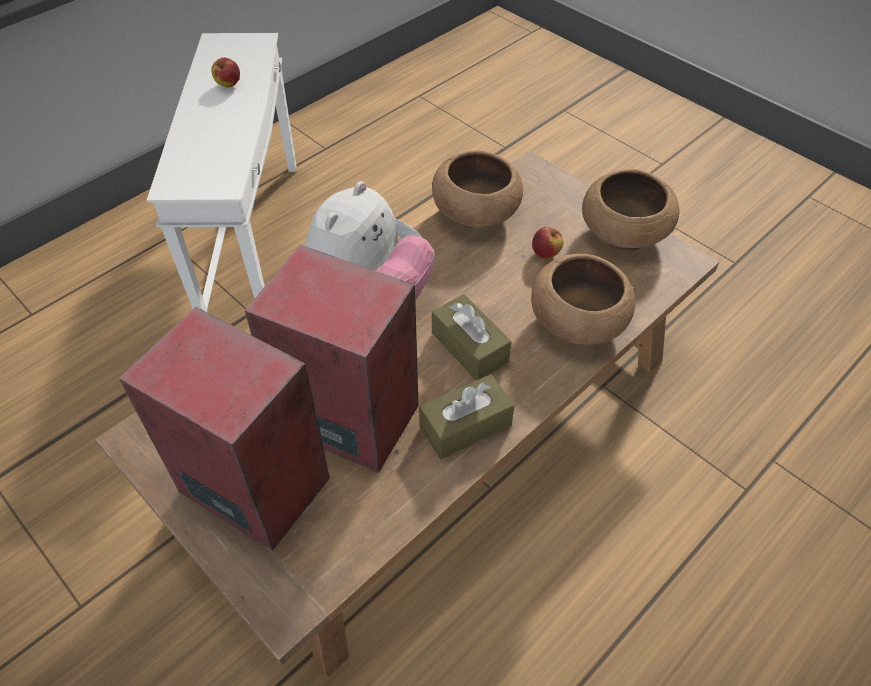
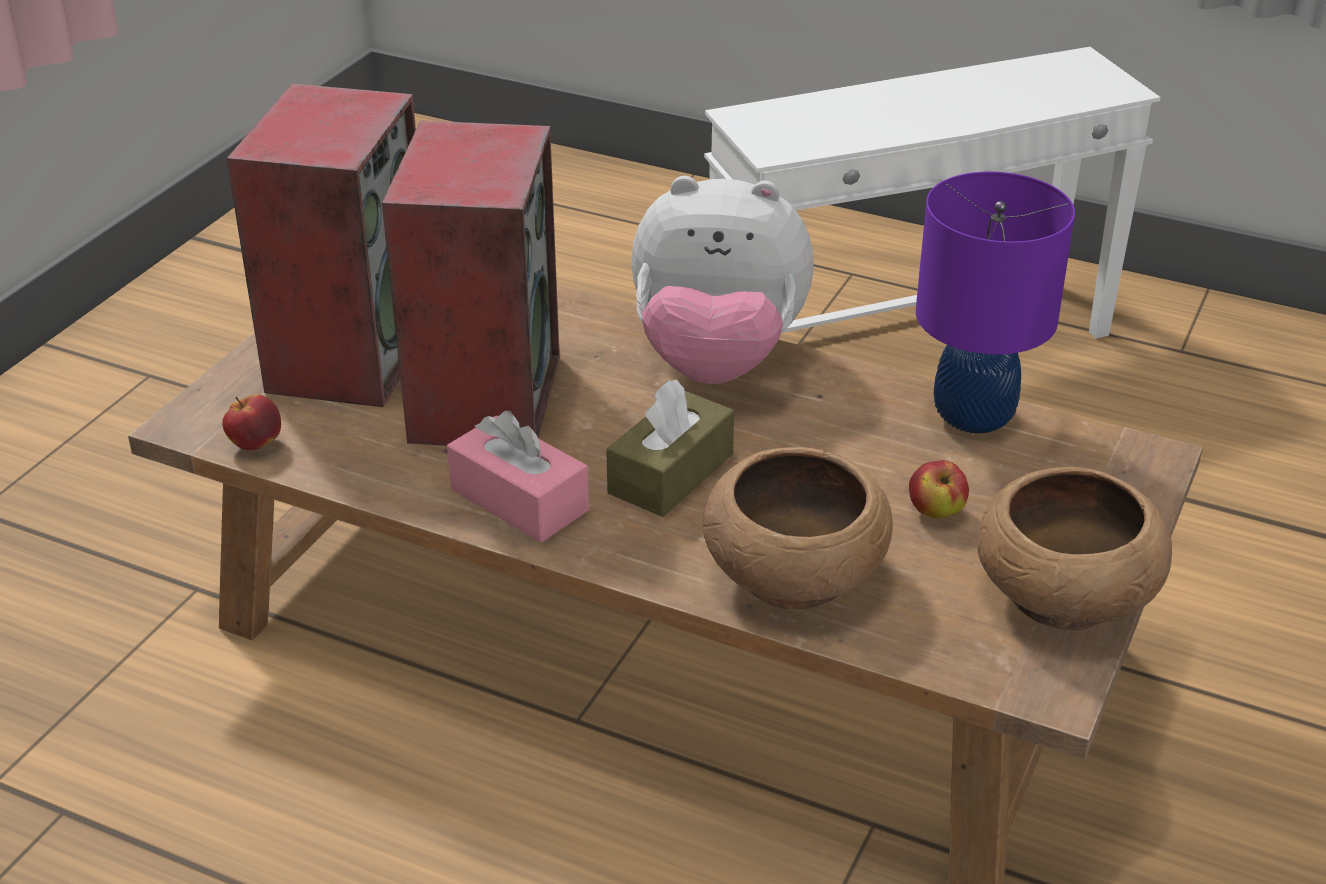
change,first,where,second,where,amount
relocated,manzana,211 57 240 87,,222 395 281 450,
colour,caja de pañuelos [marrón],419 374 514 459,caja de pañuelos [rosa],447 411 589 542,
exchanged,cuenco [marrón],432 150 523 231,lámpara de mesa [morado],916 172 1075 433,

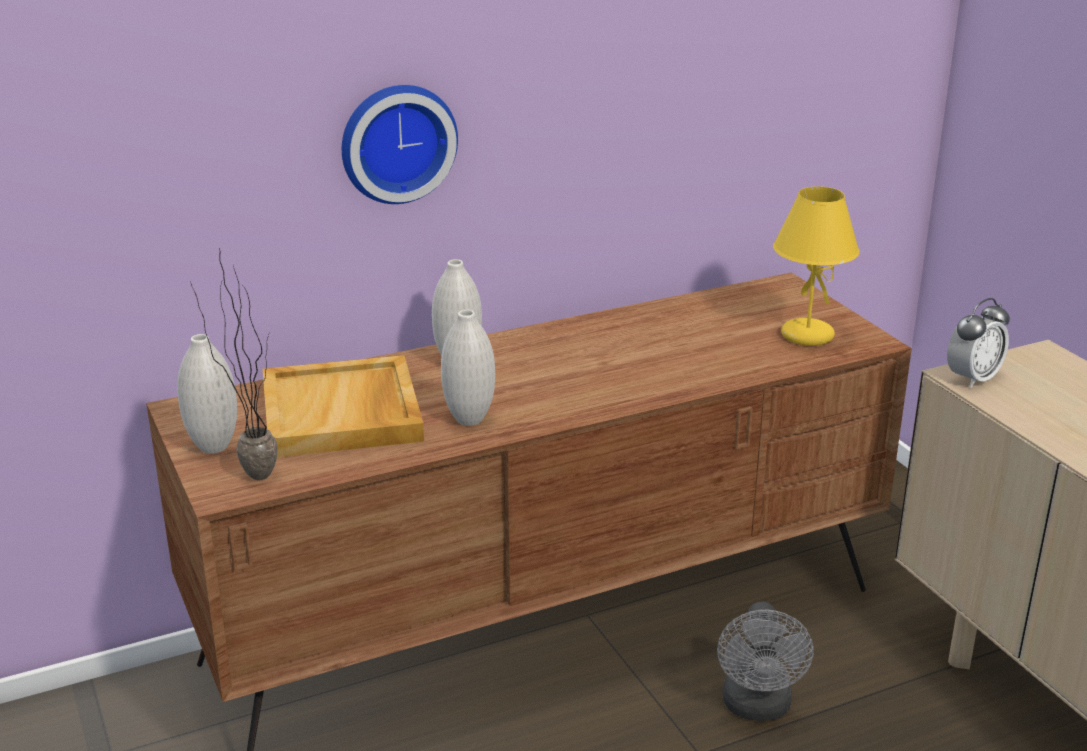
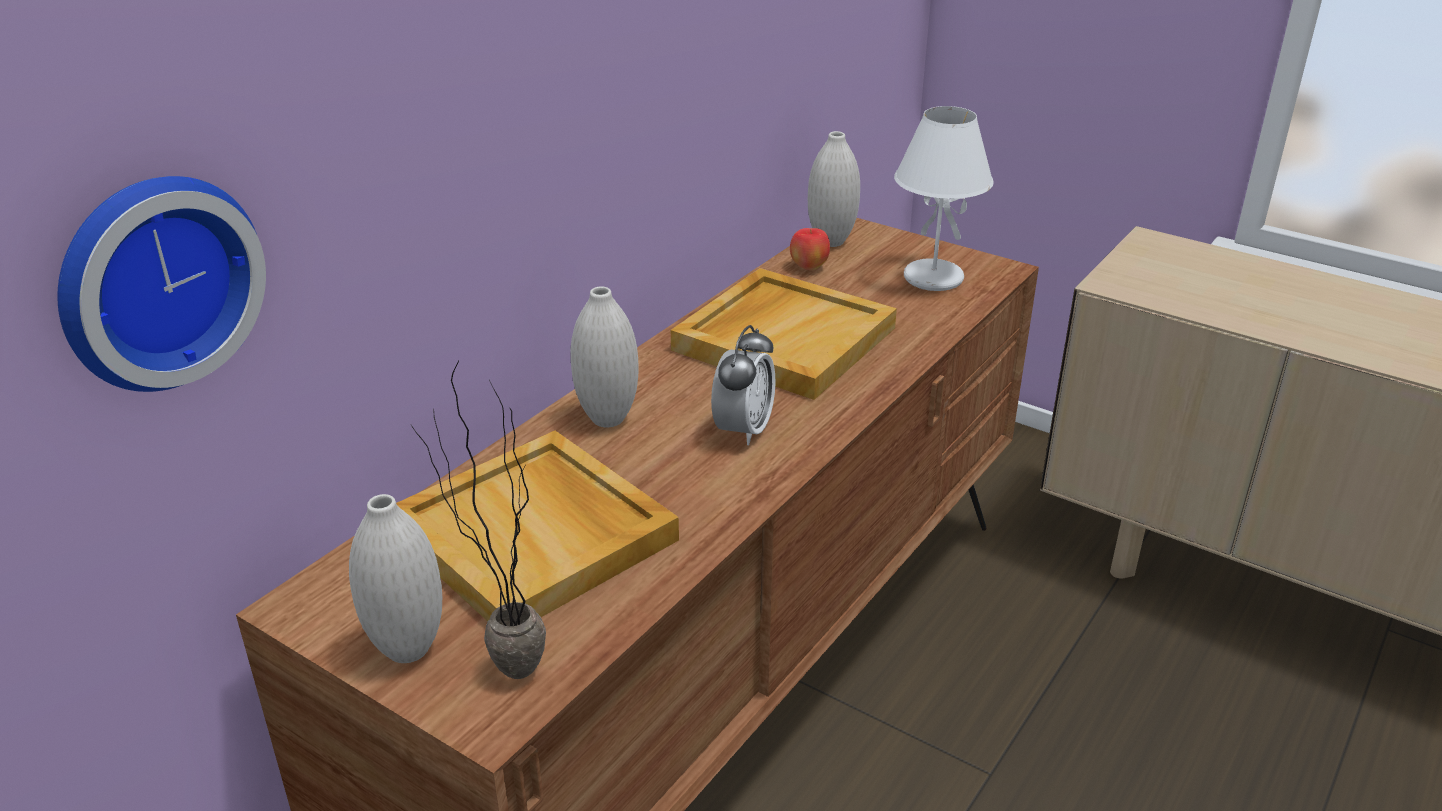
change,first,where,second,where,amount
relocated,reloj de pared,342 85 458 204,,58 176 266 392,
appeared,,,bandeja [beis],671 268 897 400,
relocated,despertador,947 298 1010 388,,711 325 775 445,
appeared,,,manzana,790 228 830 270,
relocated,florero [blanco],441 310 495 426,,808 131 860 247,
colour,lámpara de mesa [amarillo],773 186 860 346,lámpara de mesa [blanco],894 106 994 291,
missing,ventilador [gris],717 602 814 721,,,

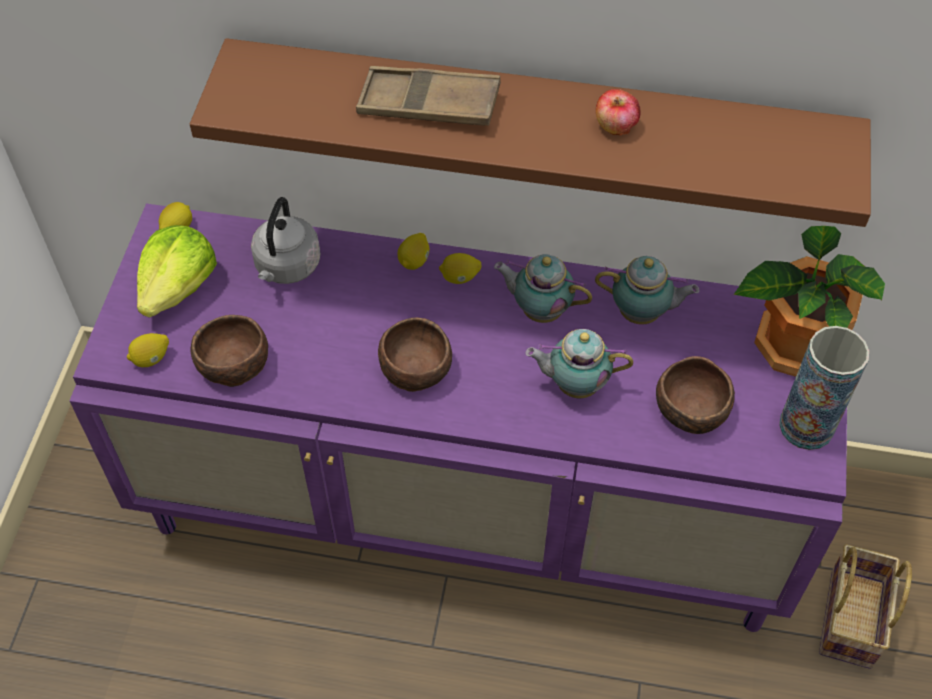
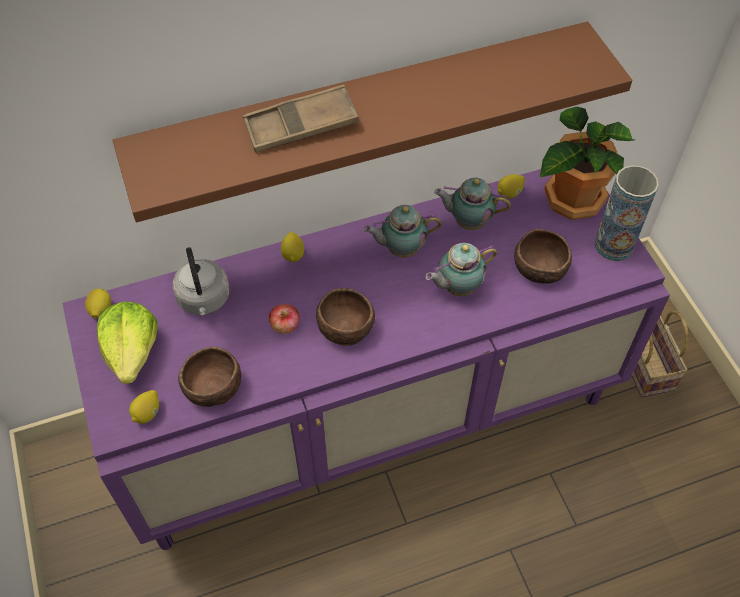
change,first,where,second,where,amount
relocated,manzana,596 89 641 135,,269 304 300 334,
spun,tetera,595 256 700 325,,434 178 511 230,150 degrees counterclockwise
relocated,limón,439 253 481 284,,498 174 525 199,

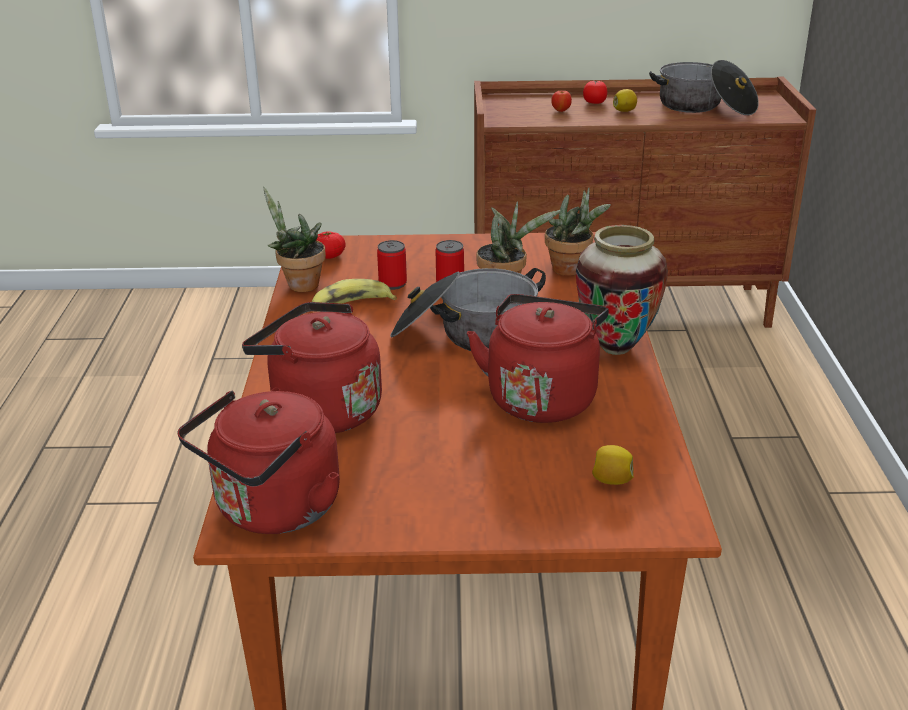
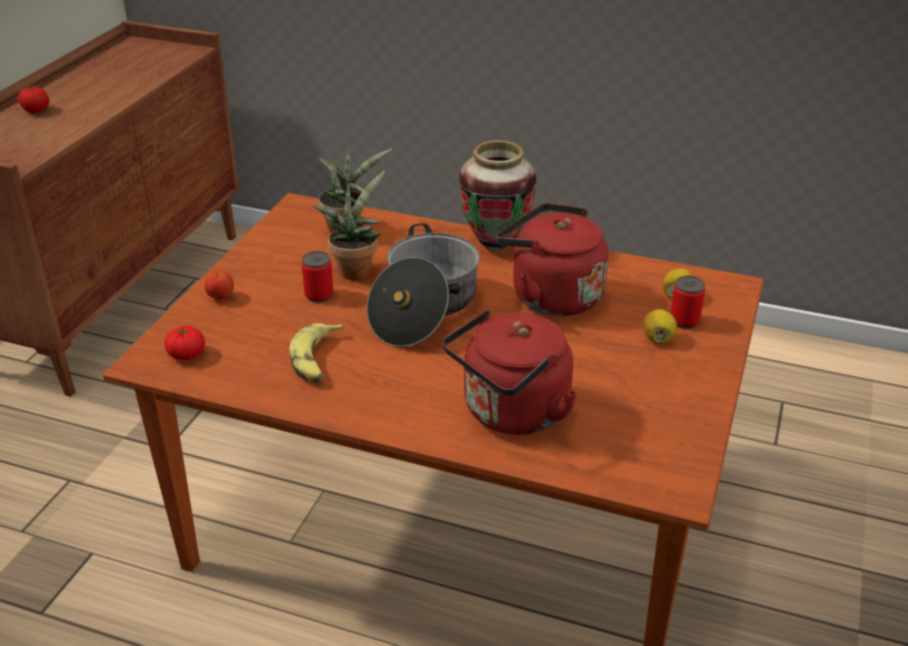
change,first,where,second,where,amount
relocated,manzana,551 91 572 112,,205 271 234 300,
relocated,limón,613 89 637 112,,643 309 677 344,
relocated,lata,377 240 407 290,,670 276 705 329,
missing,hervidor [rojo],178 390 340 534,,,
missing,planta en maceta,264 186 326 292,,,
missing,olla,649 60 759 115,,,

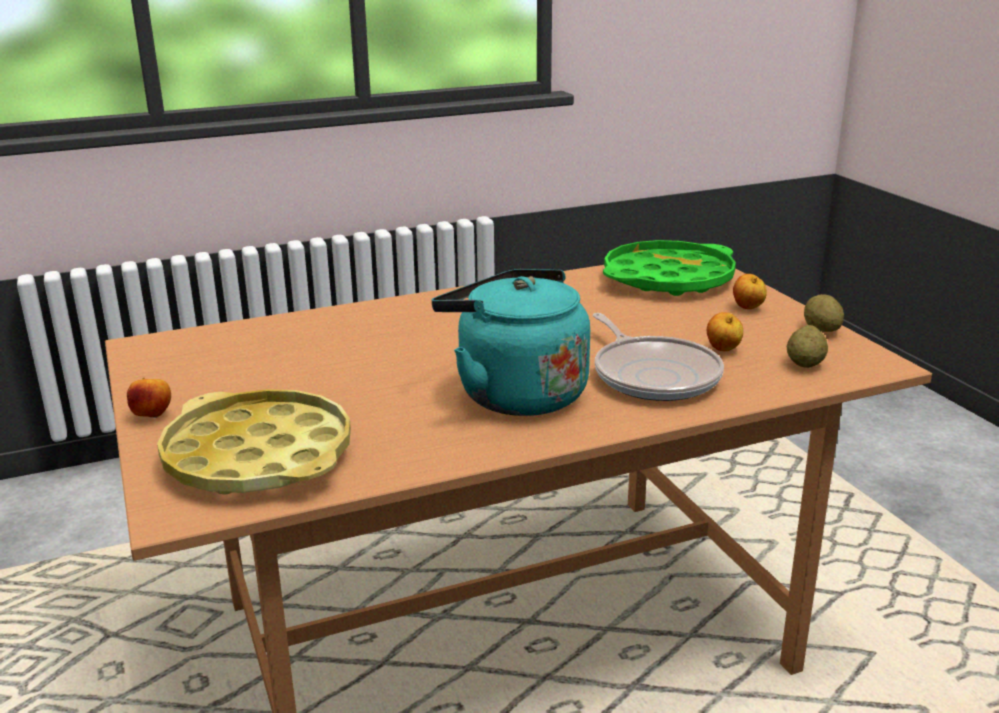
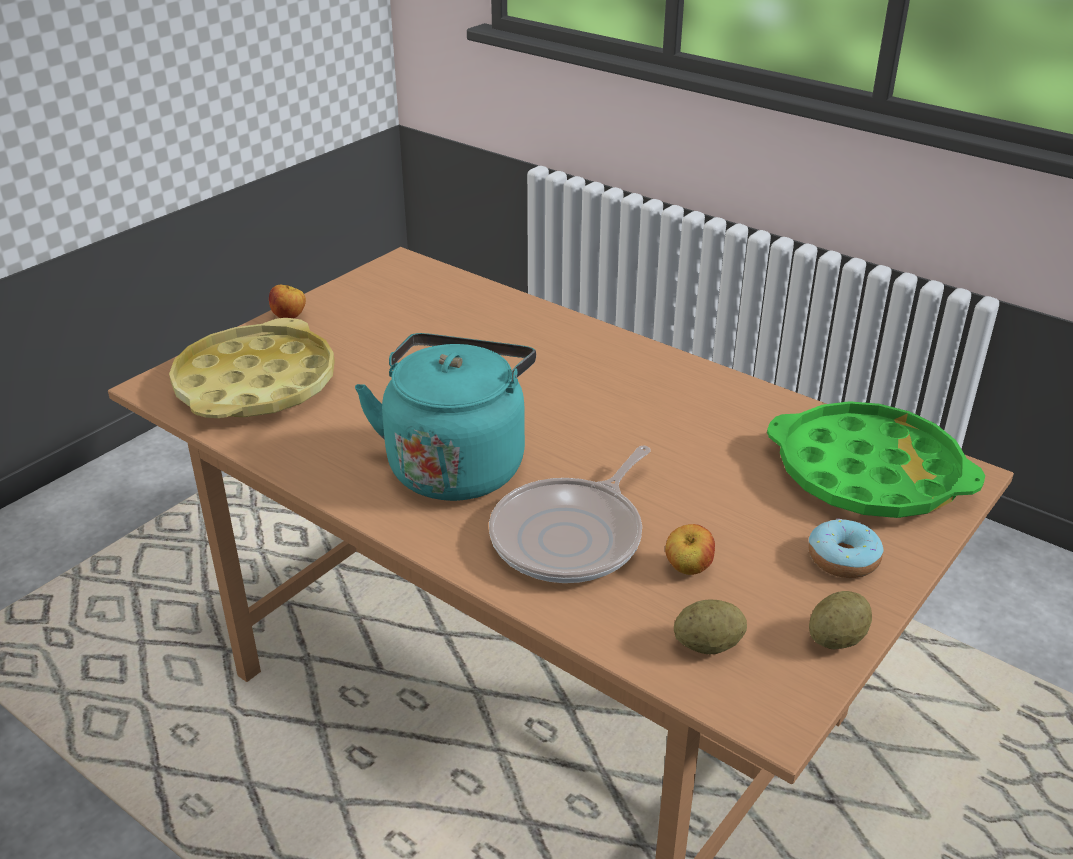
change,first,where,second,where,amount
exchanged,manzana,733 274 767 309,rosquilla,808 519 884 578,

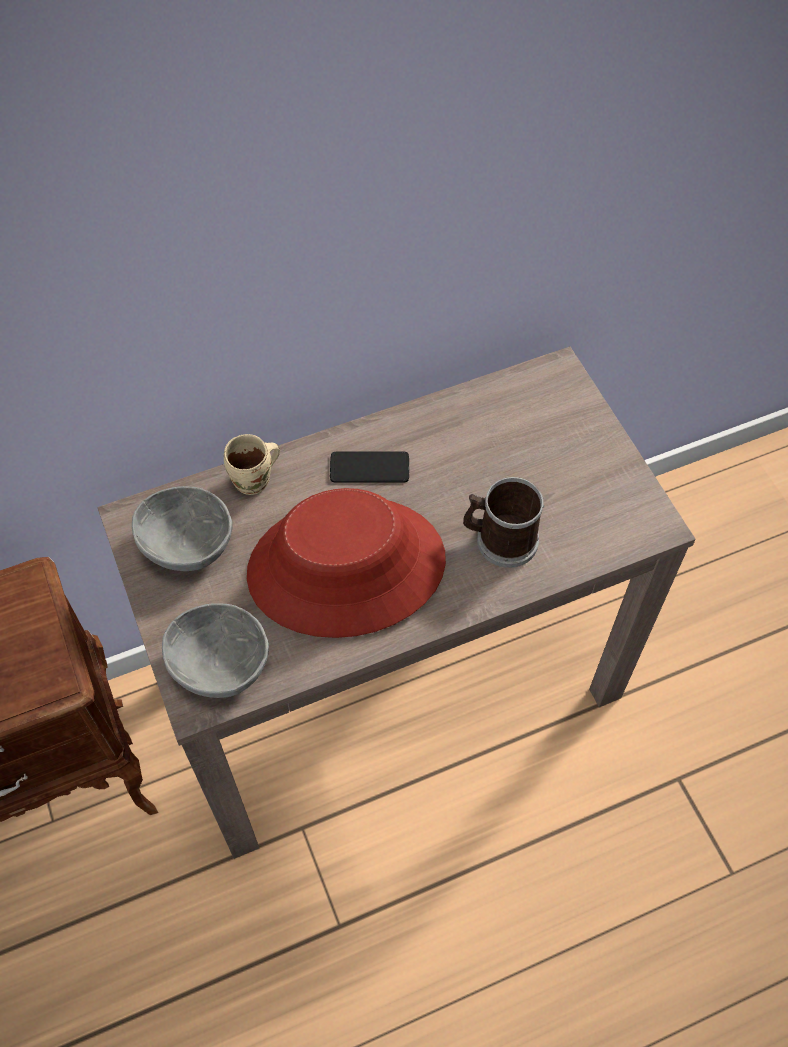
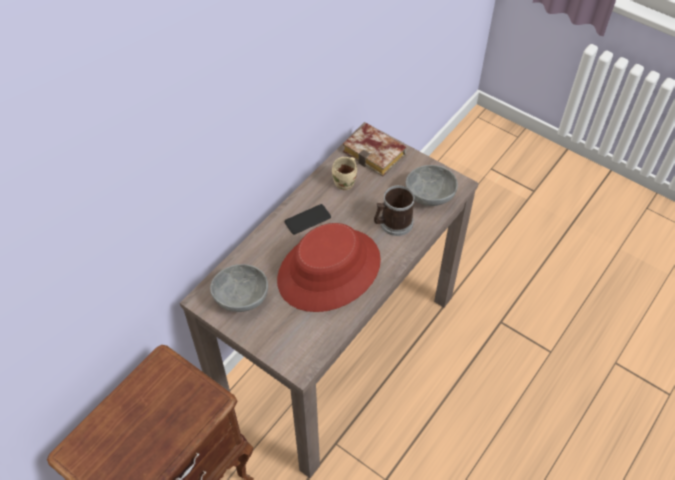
change,first,where,second,where,amount
relocated,taza grande [beis],224 434 280 495,,332 157 357 190,
appeared,,,libro,343 123 406 177,
relocated,cuenco [gris],162 603 269 698,,406 165 458 206,

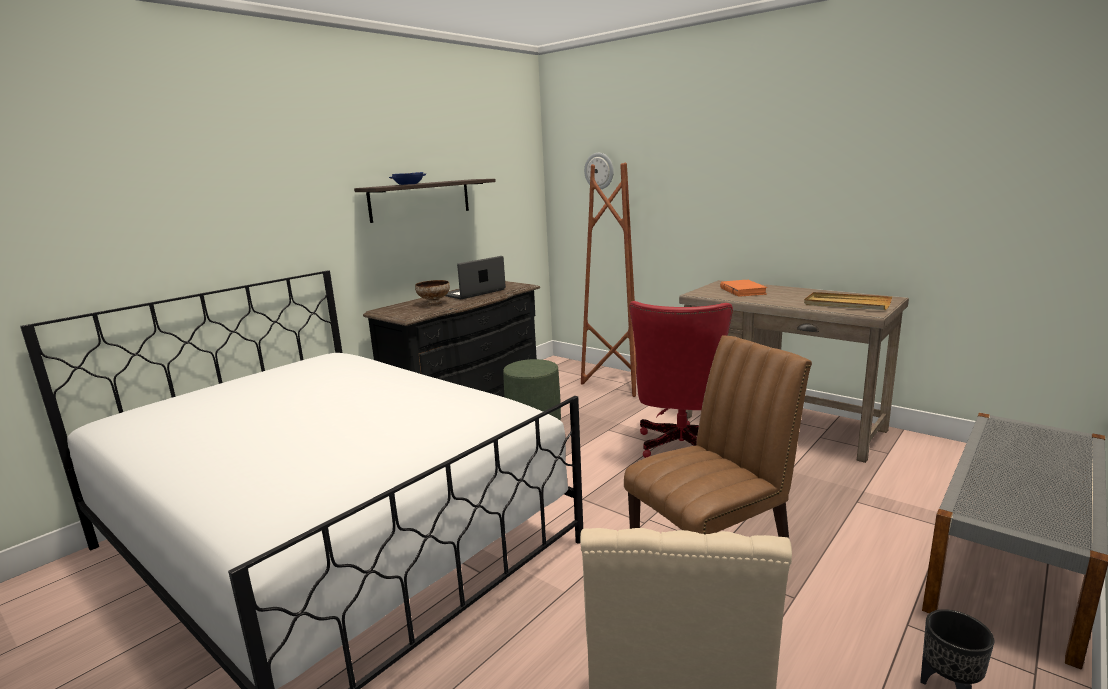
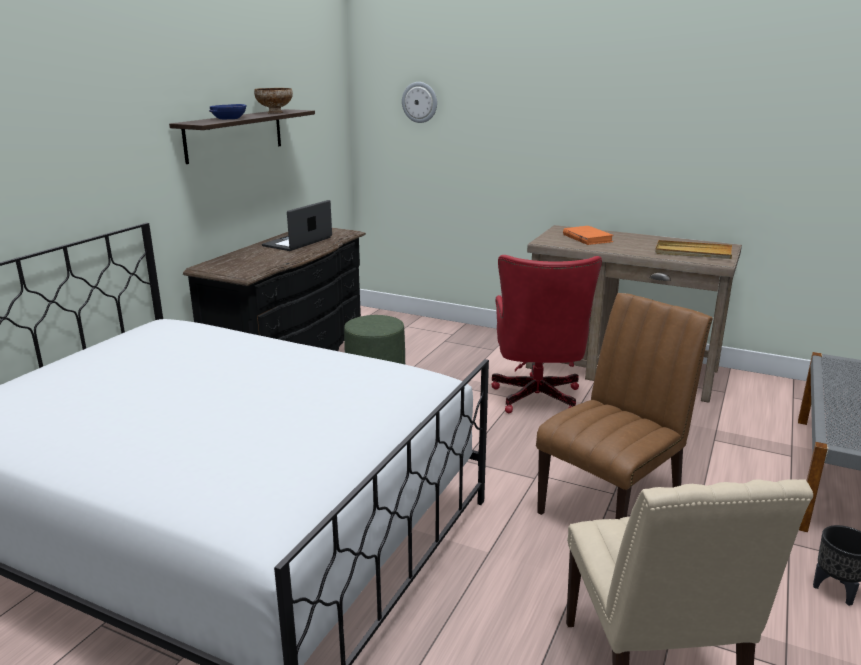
change,first,where,second,where,amount
relocated,cuenco,415 280 450 305,,254 88 293 114,
missing,perchero [marrón],581 163 637 397,,,

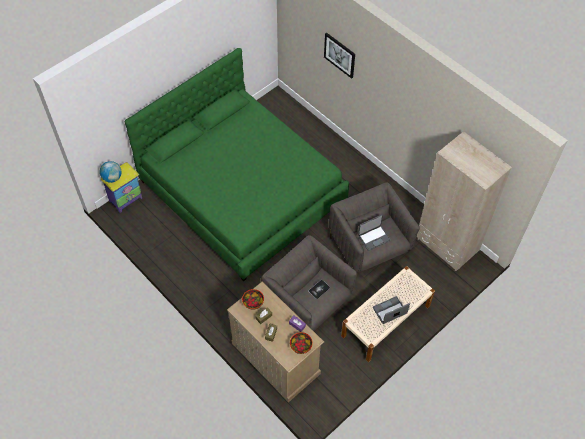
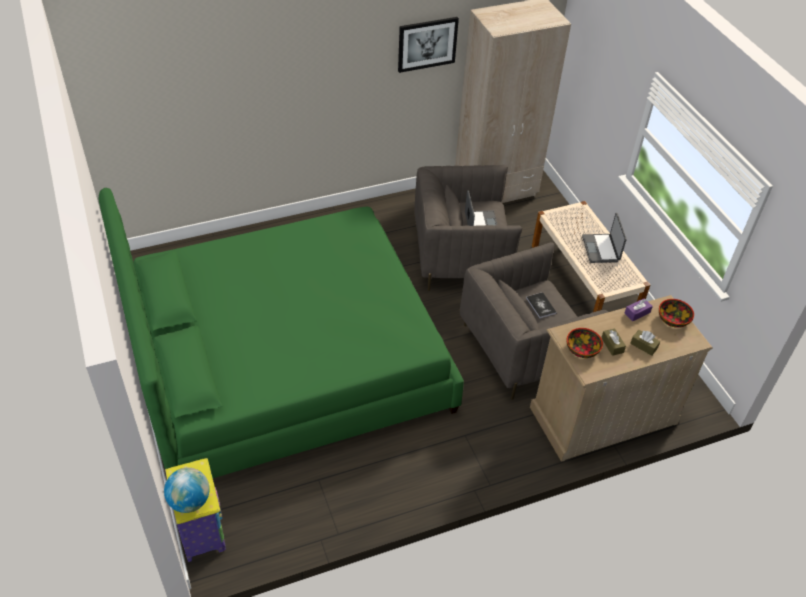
change,first,where,second,where,amount
relocated,cuadro,324 33 355 79,,398 17 459 73,

